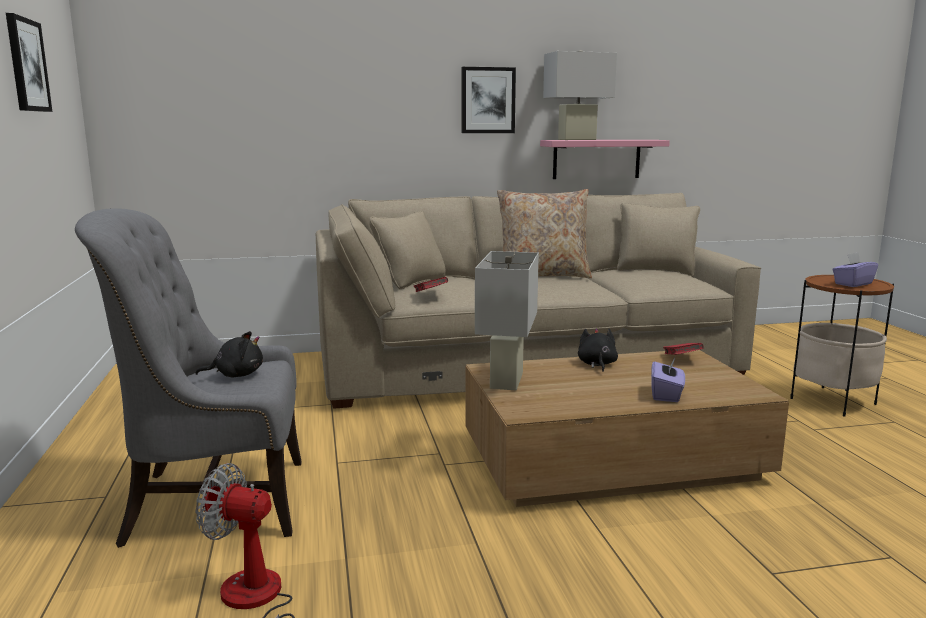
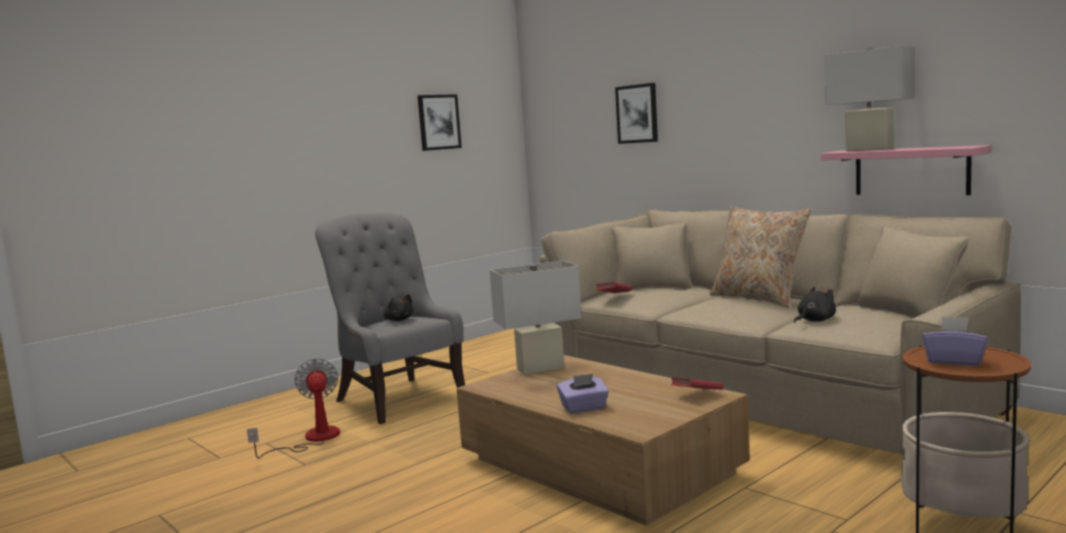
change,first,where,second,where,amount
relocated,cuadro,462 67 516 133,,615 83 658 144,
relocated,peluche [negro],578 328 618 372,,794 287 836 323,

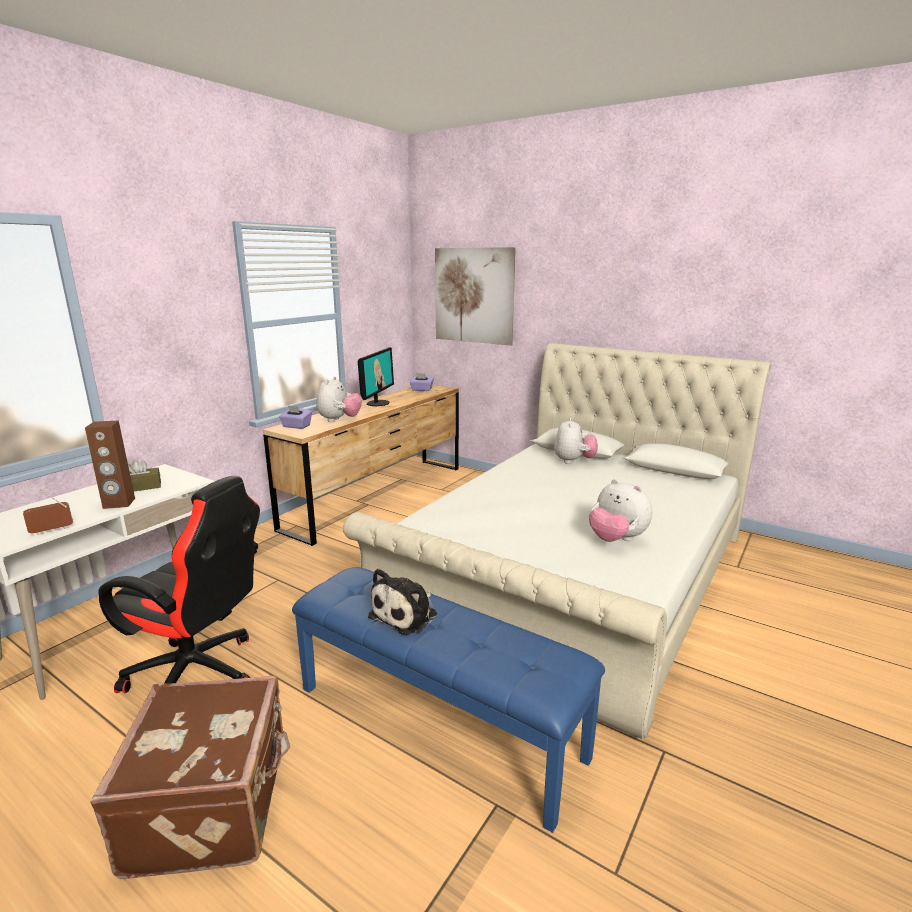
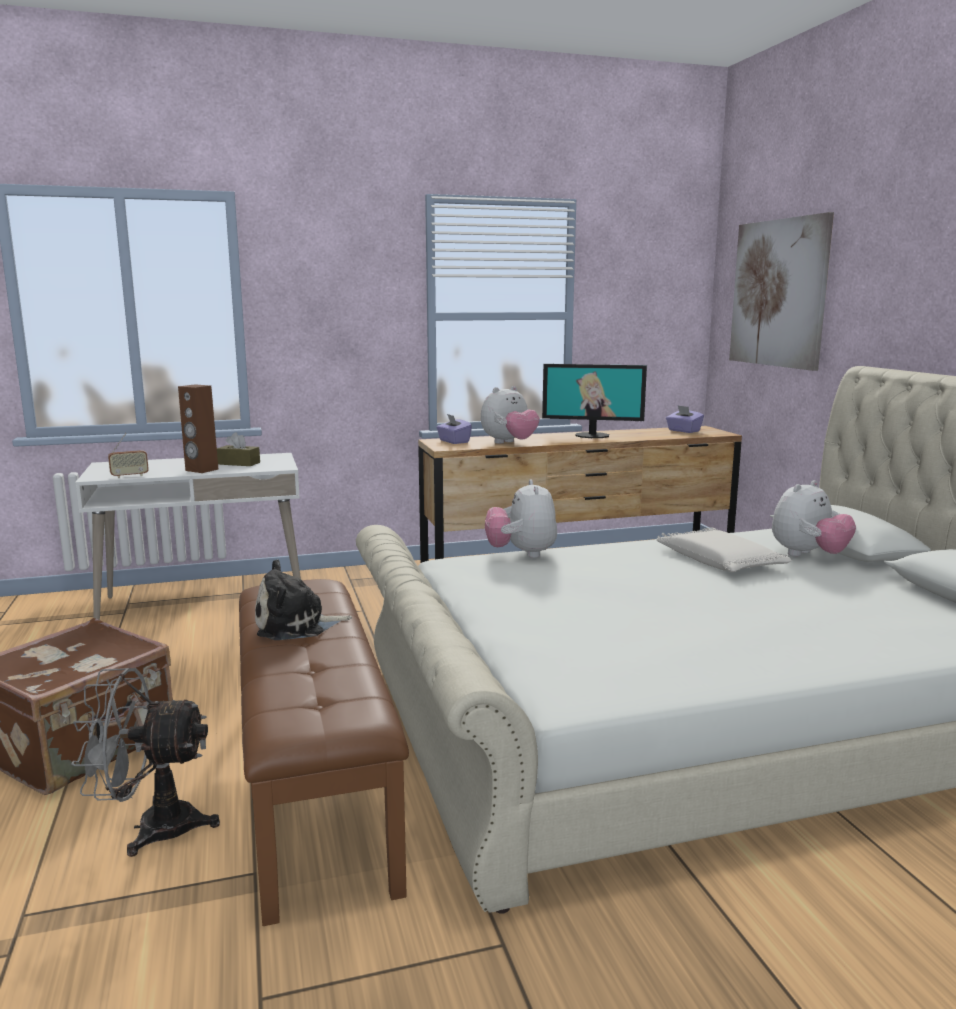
change,first,where,second,where,amount
appeared,,,ventilador [gris],72 668 220 857,
spun,radio,23 490 73 535,,108 433 149 478,150 degrees clockwise
colour,banco [azul],292 567 605 833,banco [marrón],239 579 409 926,
relocated,peluche,589 479 652 542,,485 479 557 558,
spun,monitor,358 347 394 406,,542 364 647 438,45 degrees clockwise
appeared,,,cojín [blanco],656 527 792 572,
missing,silla de oficina [negro],98 476 260 693,,,

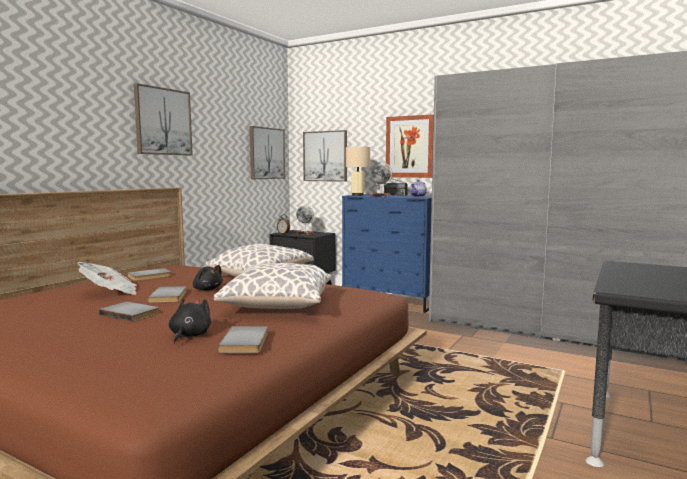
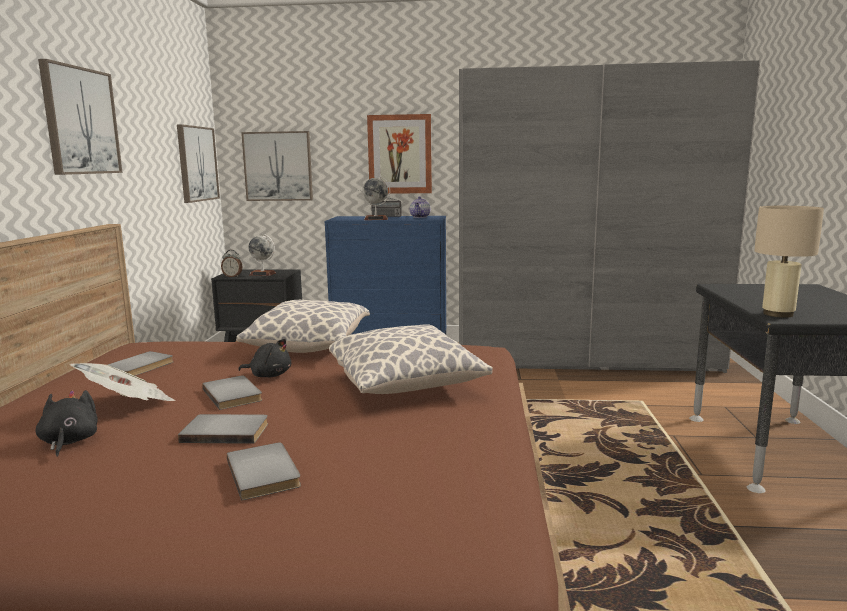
change,first,where,second,where,amount
relocated,peluche [negro],169 299 211 344,,35 390 98 457,
relocated,libro [gris],218 326 268 353,,227 442 301 501,
relocated,lámpara de mesa [beis],346 147 370 196,,755 206 824 318,

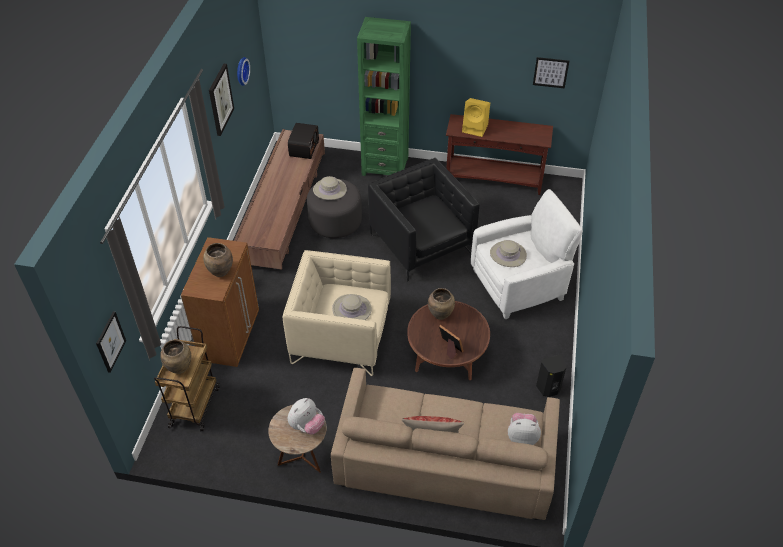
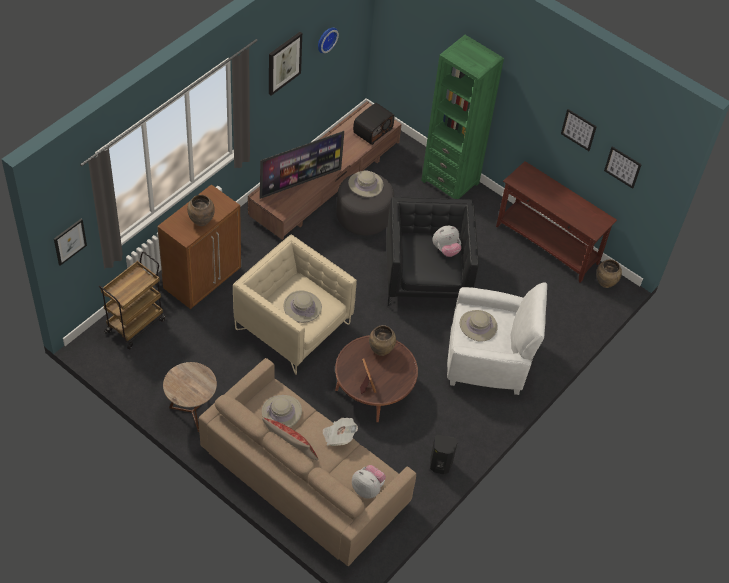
change,first,where,second,where,amount
appeared,,,televisor,260 131 344 199,
appeared,,,sombrero [beis],262 395 302 428,
appeared,,,periódico,323 418 358 446,
relocated,peluche,288 398 325 435,,433 226 461 257,
appeared,,,cuadro,561 109 597 151,
relocated,florero [marrón],160 340 192 374,,596 259 622 288,
missing,altavoz [amarillo],462 98 490 137,,,

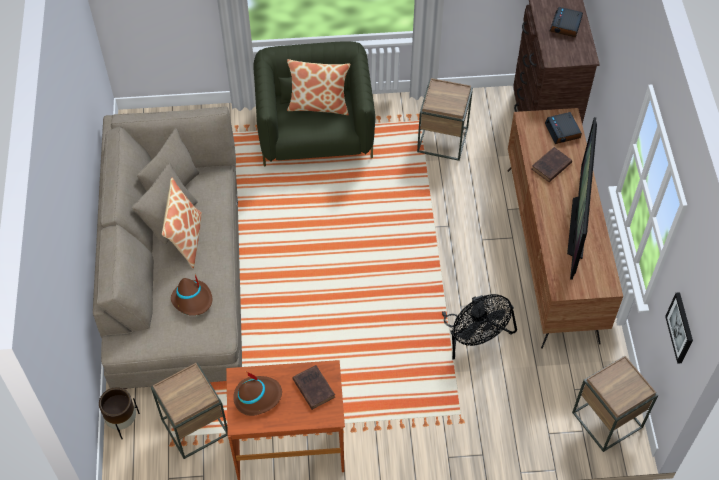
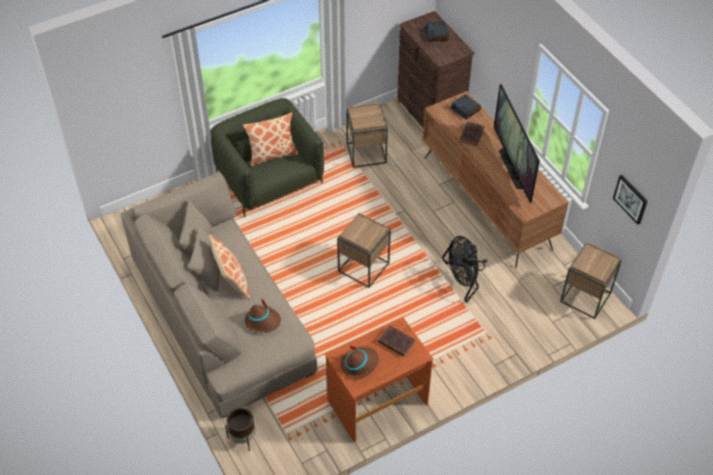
change,first,where,second,where,amount
relocated,mesa auxiliar [marrón],151 363 228 459,,337 213 391 288,
spun,ventilador [negro],442 294 517 360,,442 236 488 303,120 degrees clockwise

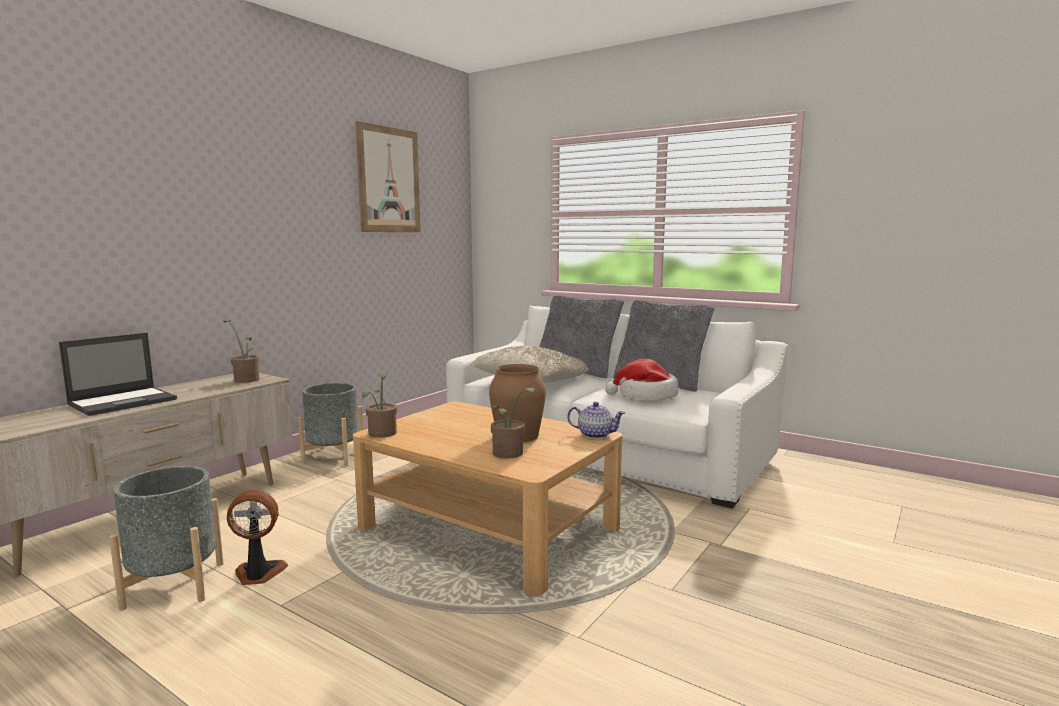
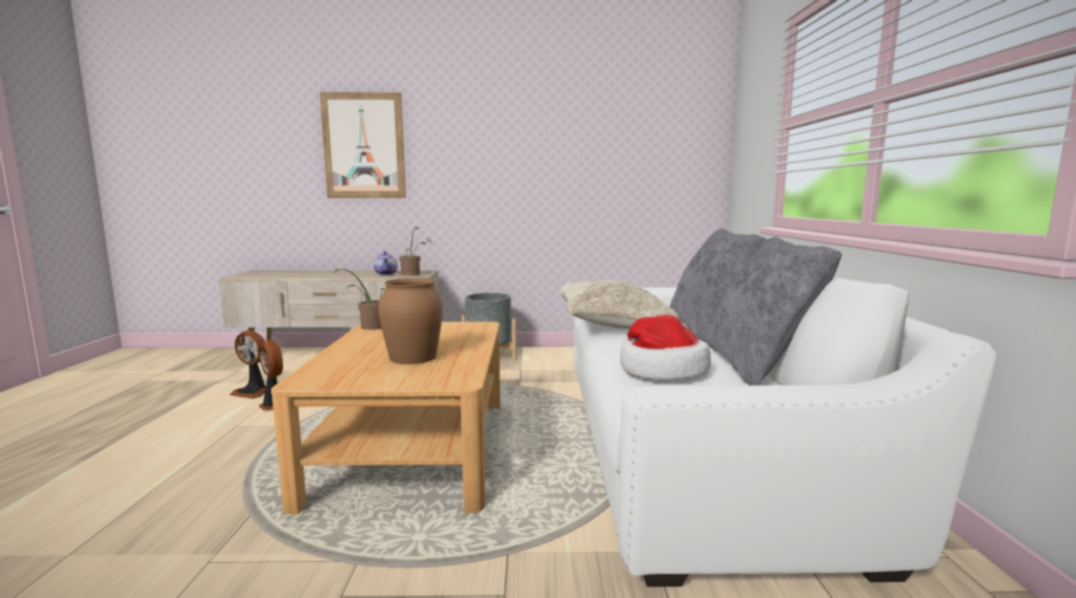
change,first,where,second,where,amount
exchanged,maceta [gris],109 466 224 611,ventilador,230 331 266 399,
relocated,cuadro,355 121 421 232,,320 92 406 198,
relocated,tetera,567 402 625 439,,373 251 398 275,
missing,portátil,59 333 177 416,,,
missing,planta en maceta,491 387 535 458,,,

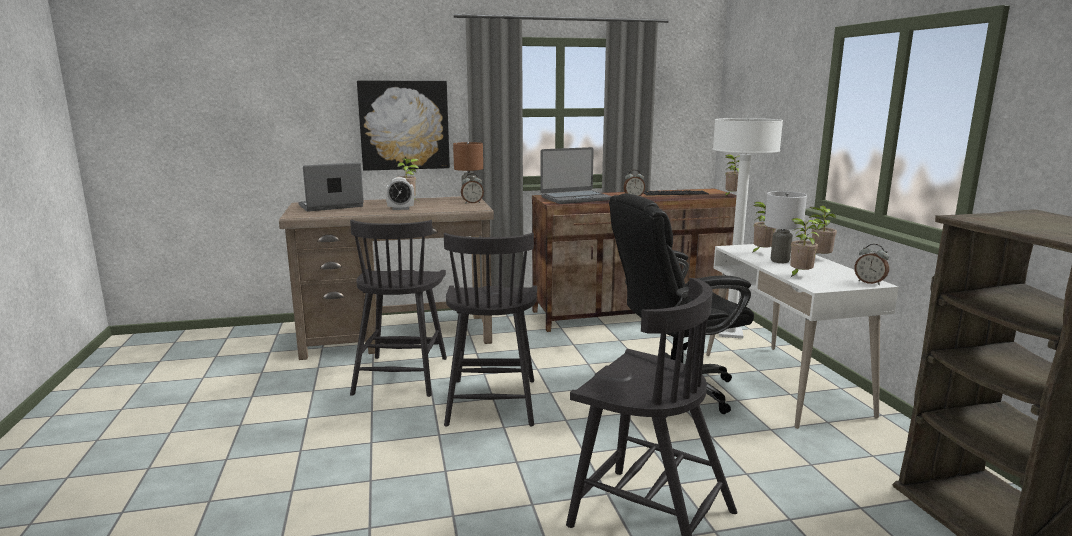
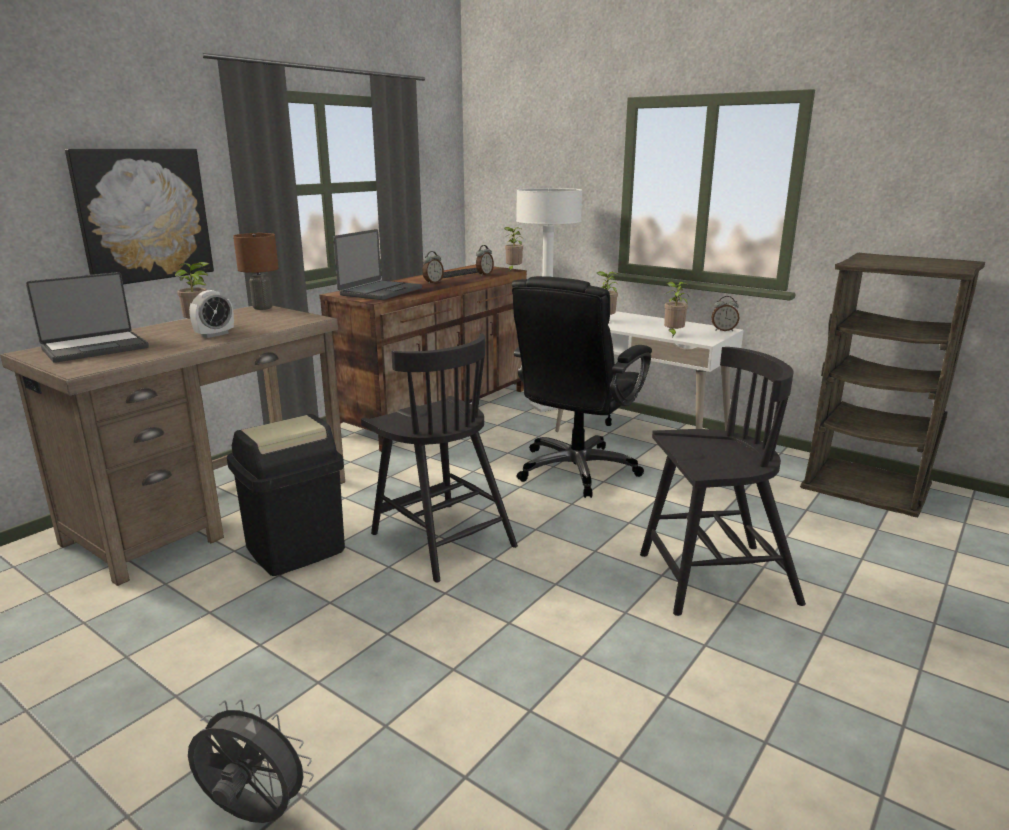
change,first,where,second,where,amount
spun,portátil,298 162 364 212,,26 272 149 363,150 degrees counterclockwise
appeared,,,ventilador [gris],188 699 313 823,
exchanged,silla [negro],350 219 447 397,papelera [negro],227 414 345 576,
relocated,despertador,461 173 484 204,,476 245 494 276,
missing,lámpara de mesa [blanco],764 191 807 263,,,
missing,planta en maceta,809 205 837 254,,,

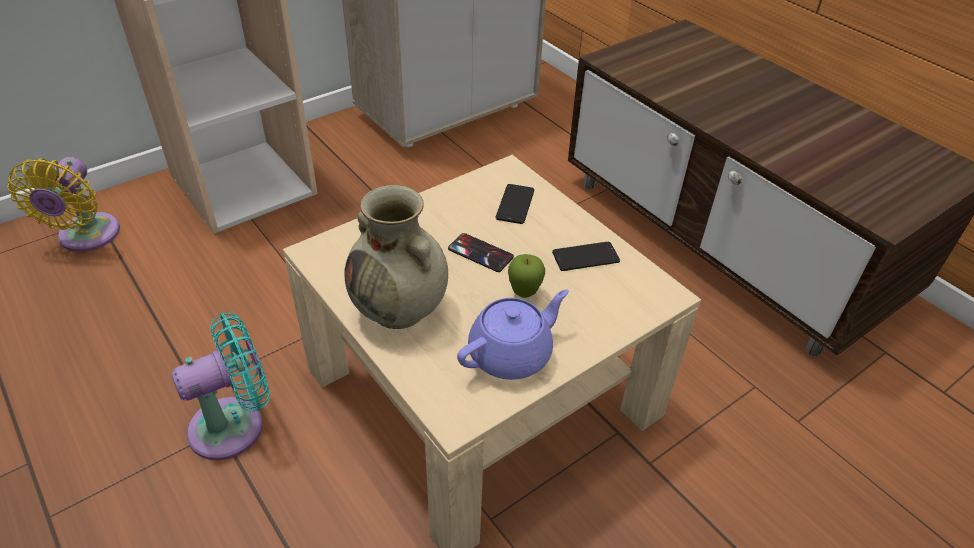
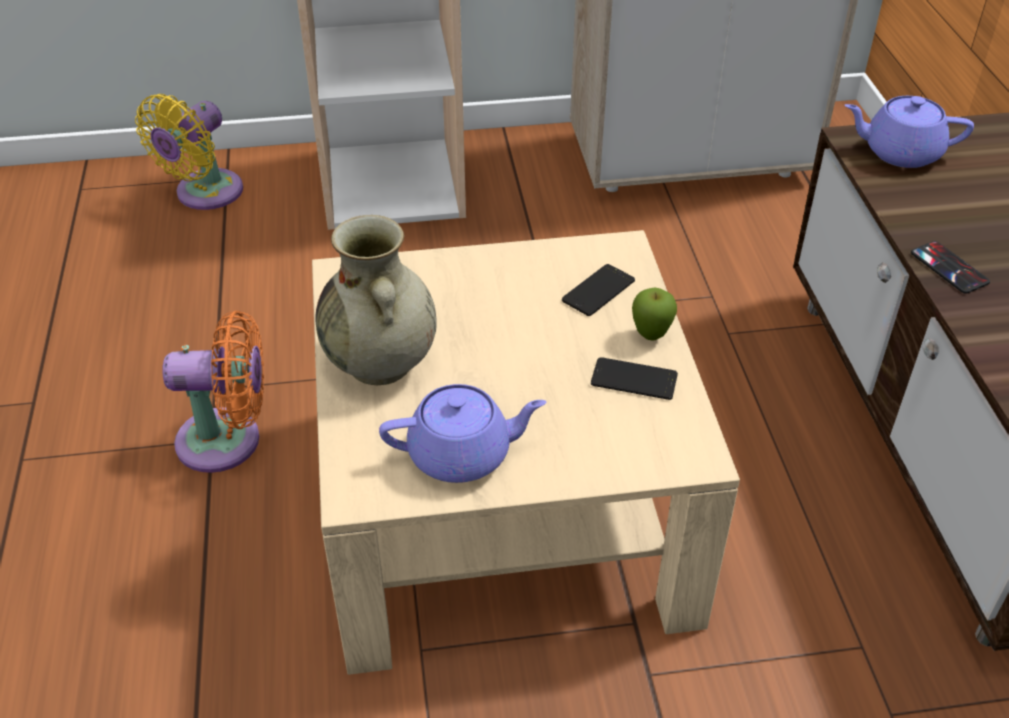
change,first,where,second,where,amount
colour,ventilador [turquesa],171 313 270 460,ventilador [naranja],162 311 264 473,
relocated,manzana,508 254 545 298,,632 287 677 341,
appeared,,,tetera [morado],845 96 974 168,
relocated,móvil,448 233 514 272,,911 241 990 294,

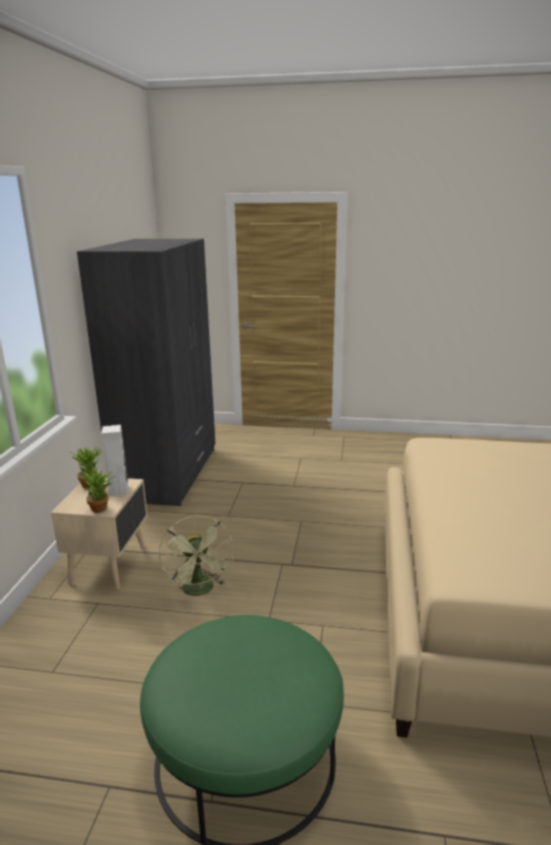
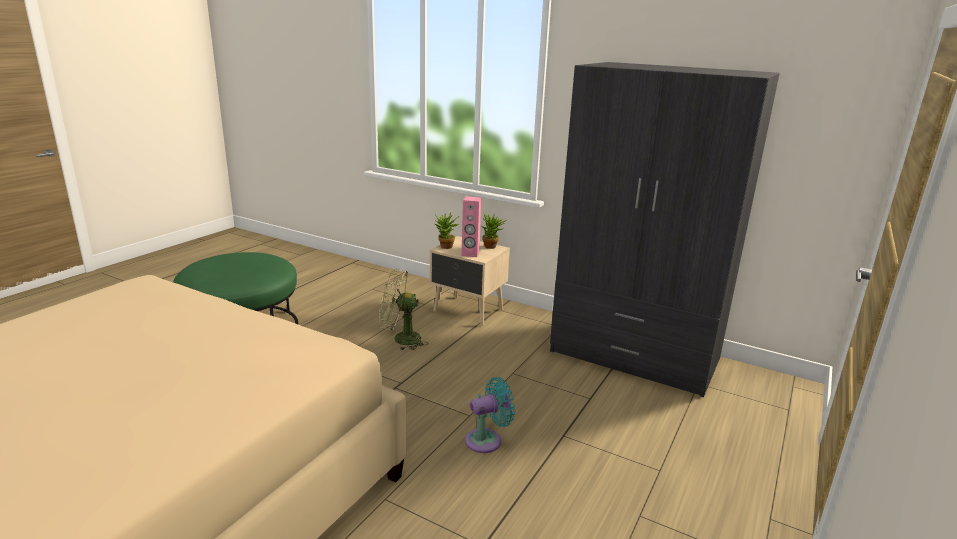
change,first,where,second,where,amount
colour,altavoz [blanco],101 425 128 496,altavoz [rosa],461 196 481 257,
appeared,,,ventilador [turquesa],465 377 515 453,

